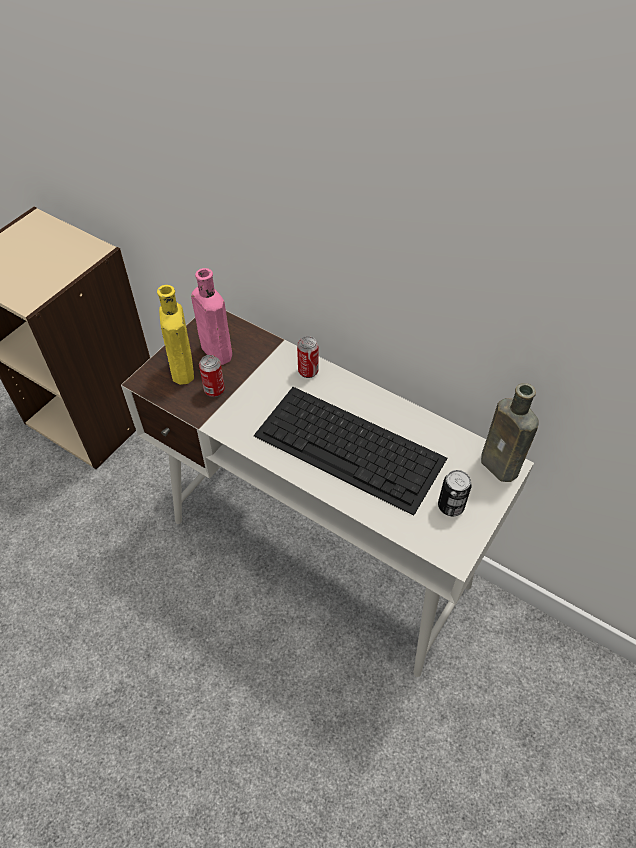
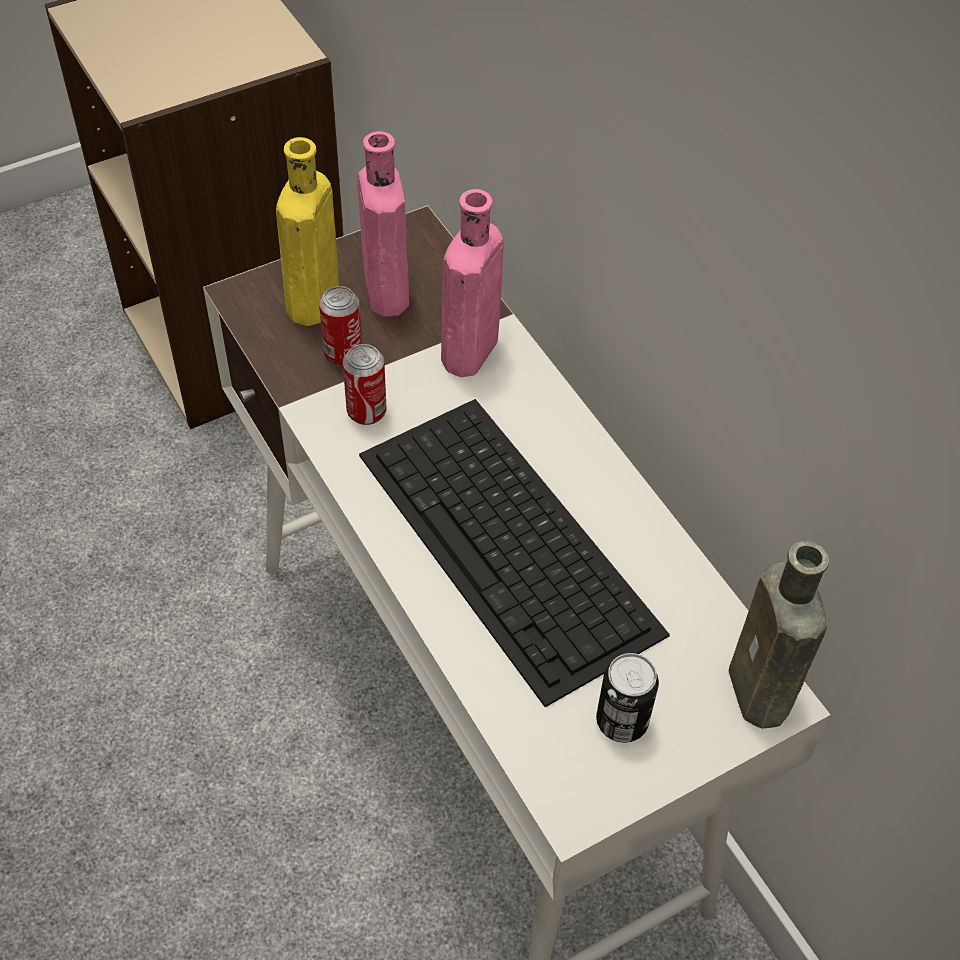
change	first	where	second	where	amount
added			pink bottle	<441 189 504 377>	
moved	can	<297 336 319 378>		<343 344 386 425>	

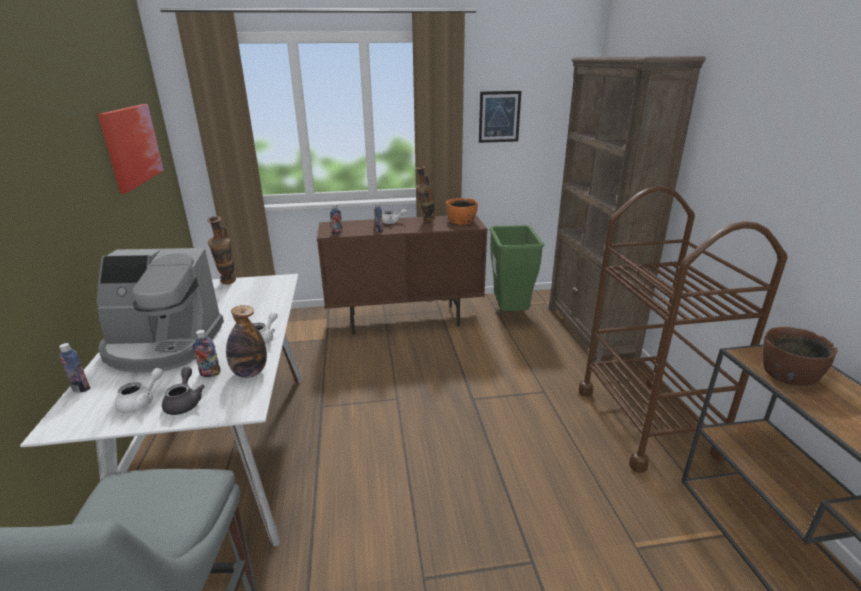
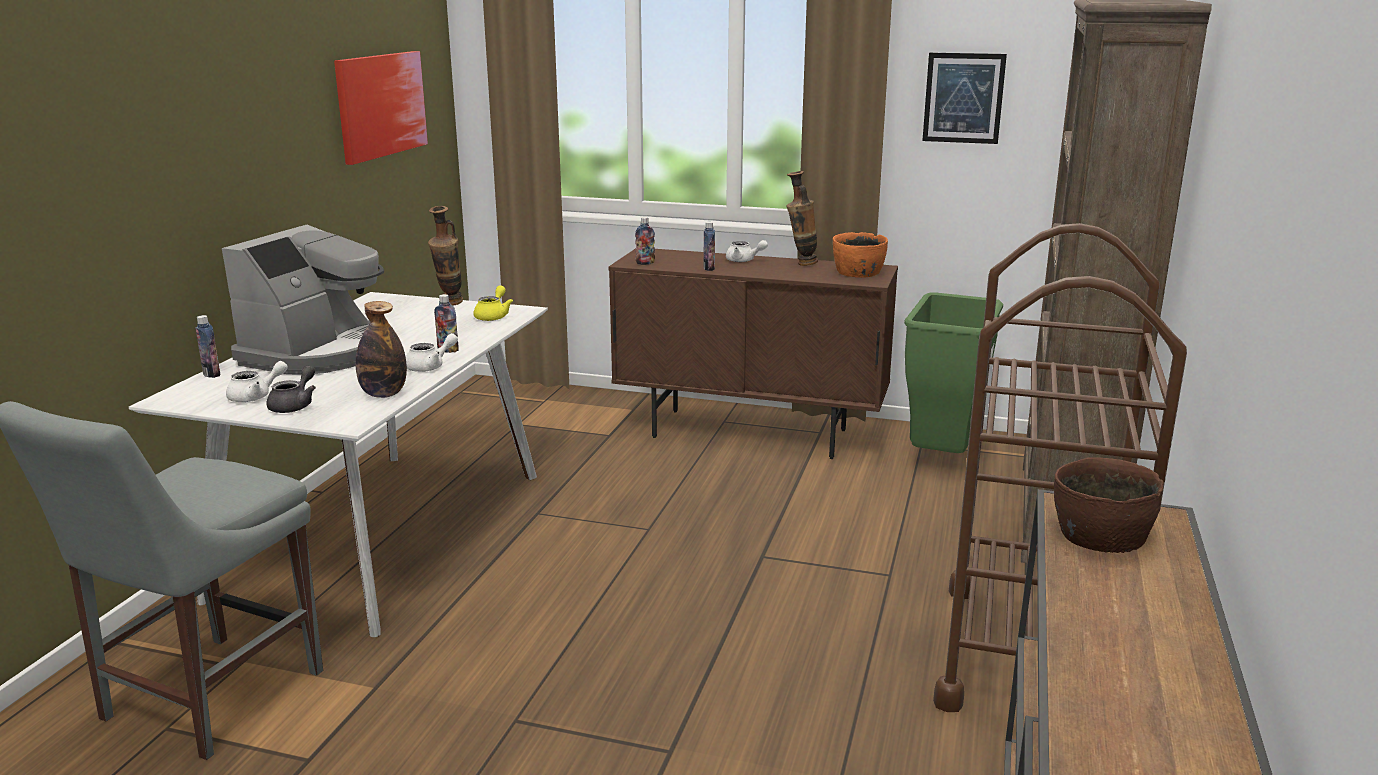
change	first	where	second	where	amount
added			yellow teapot	<474 285 513 321>	
moved	bottle	<193 330 220 377>		<434 294 459 353>	
turned	coffee machine	<97 248 224 373>		<222 225 384 374>	90 degrees counterclockwise

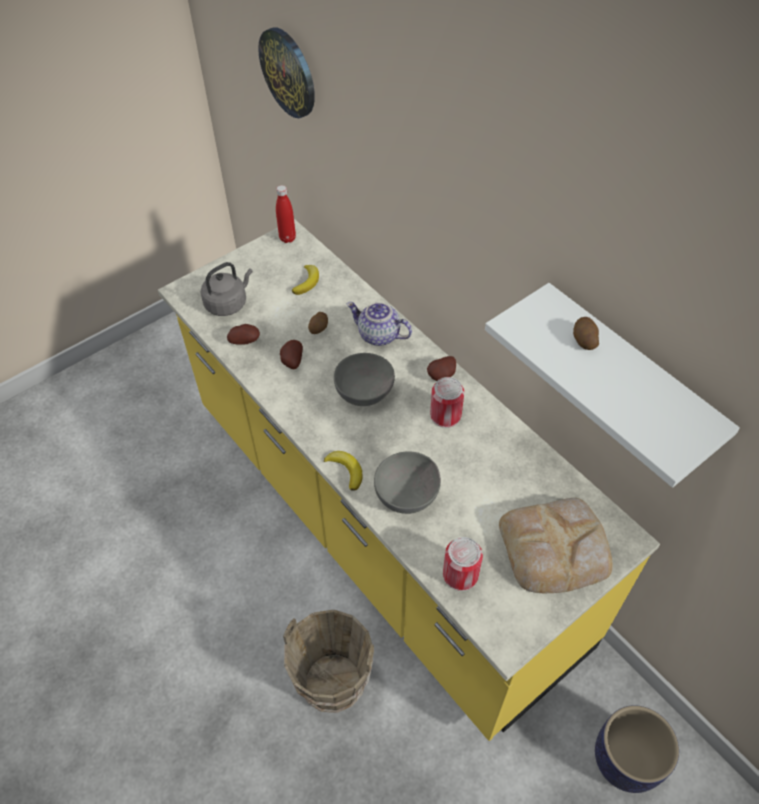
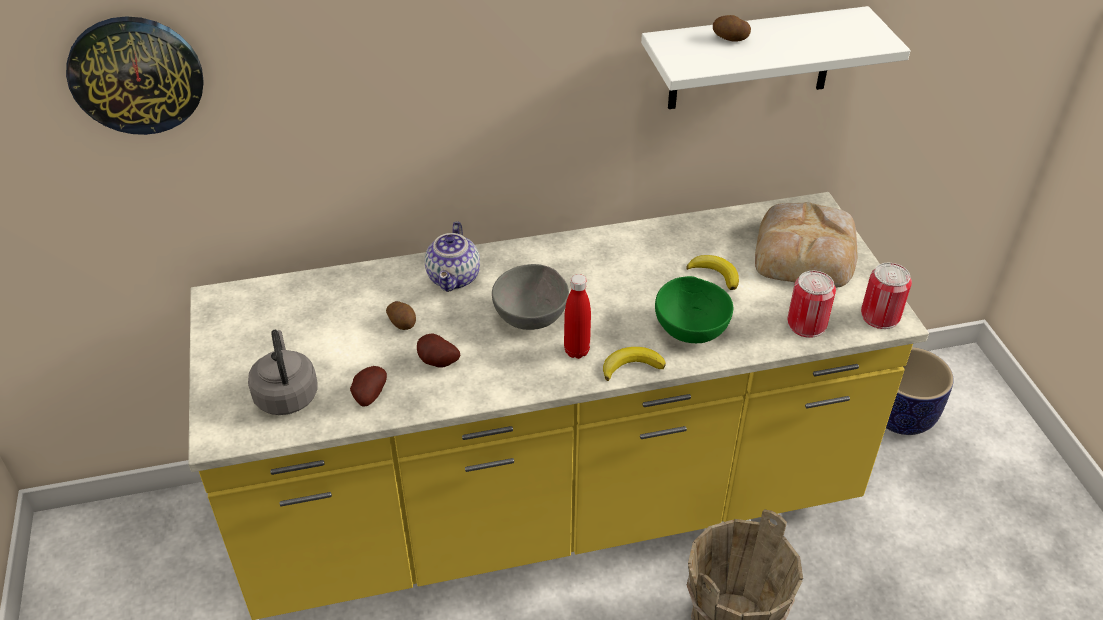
change	first	where	second	where	amount
removed	potato	<427 356 456 381>			
moved	red bottle	<276 185 296 243>		<564 274 591 359>	
moved	banana	<292 265 319 295>		<687 255 739 290>	
moved	can	<430 377 464 428>		<861 263 912 329>	
recoloured	grey bowl	<374 451 441 514>	green bowl	<655 276 733 343>	
turned	teapot	<347 302 412 346>		<425 221 480 292>	45 degrees counterclockwise

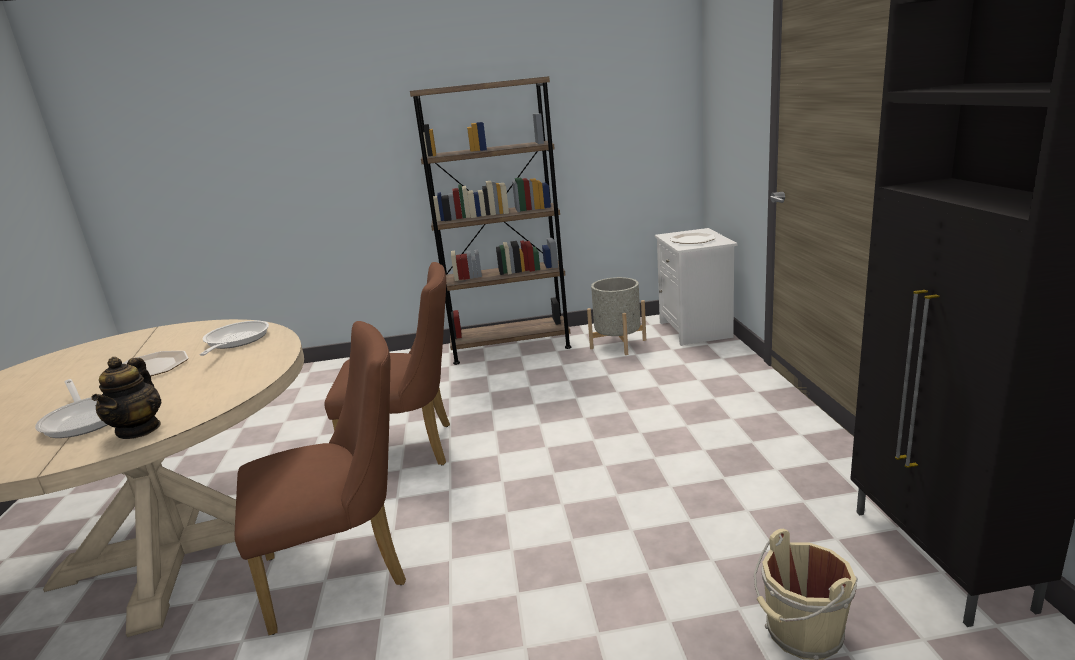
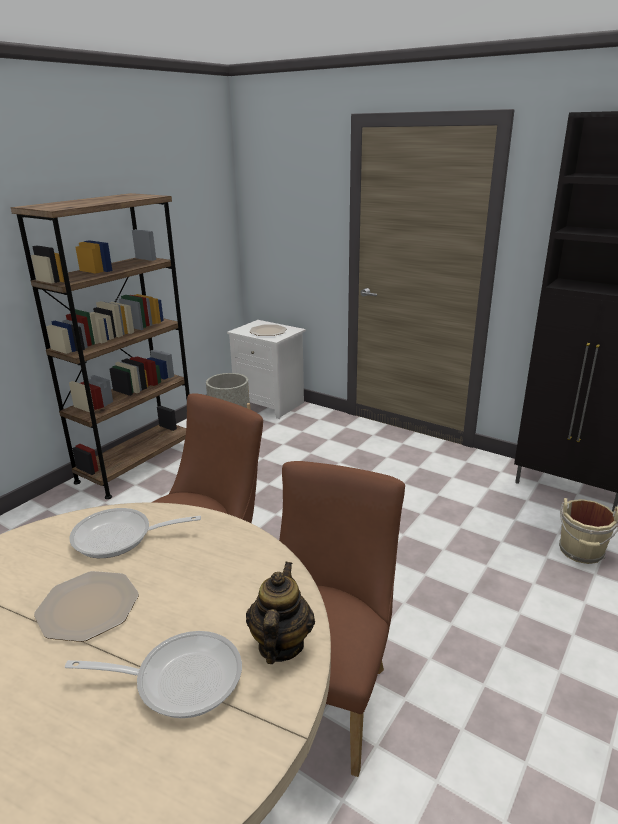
change	first	where	second	where	amount
turned	teapot	<92 357 161 439>		<246 562 315 664>	120 degrees counterclockwise
turned	frying pan	<200 321 269 356>		<69 508 201 558>	45 degrees counterclockwise

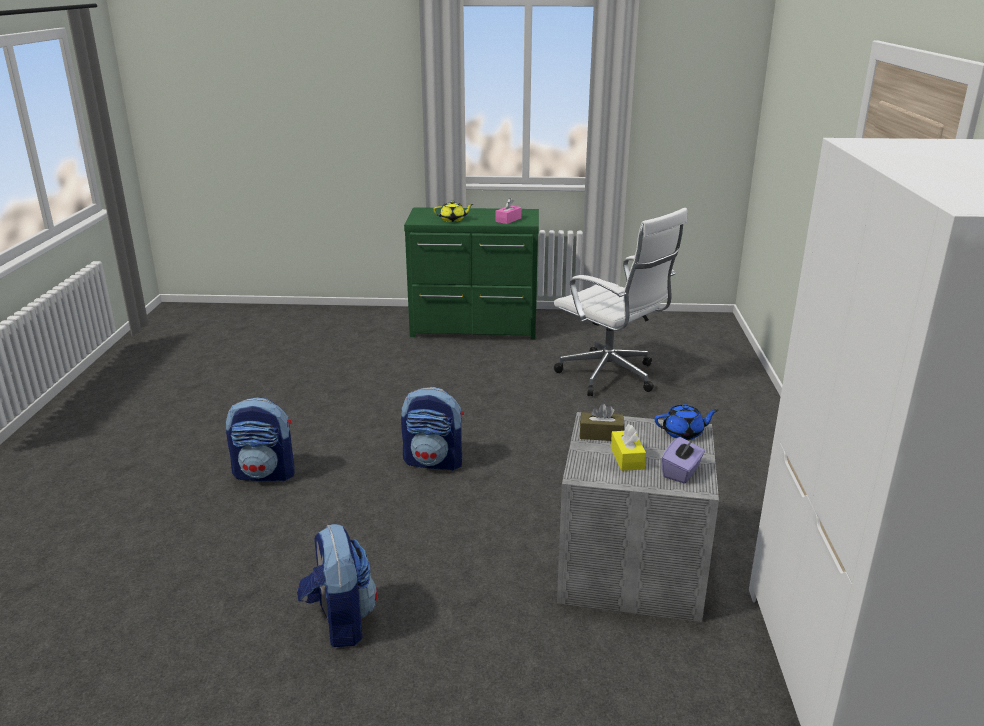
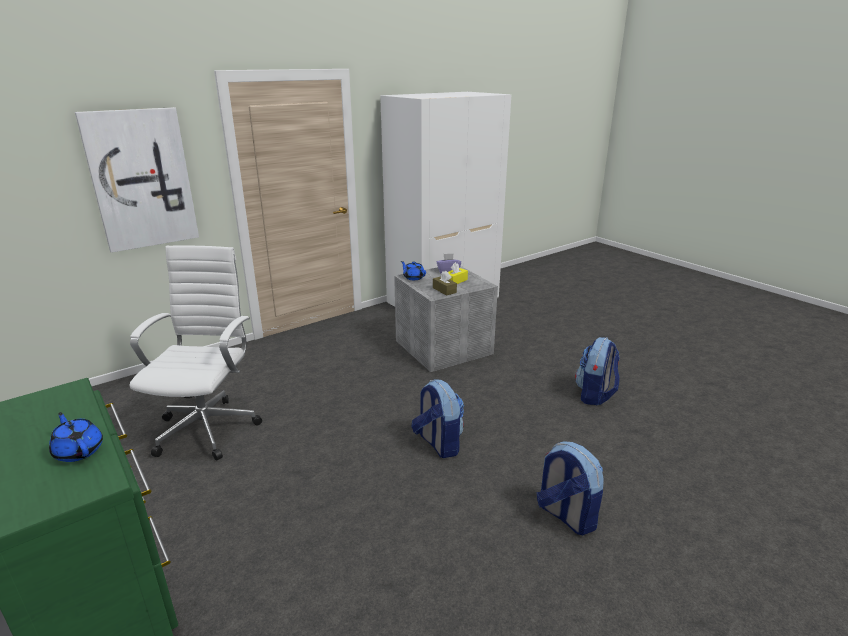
change	first	where	second	where	amount
removed	pink tissue box	<496 198 522 224>			
added			picture	<75 107 199 253>	
recoloured	yellow teapot	<433 200 474 222>	blue teapot	<49 412 103 462>	

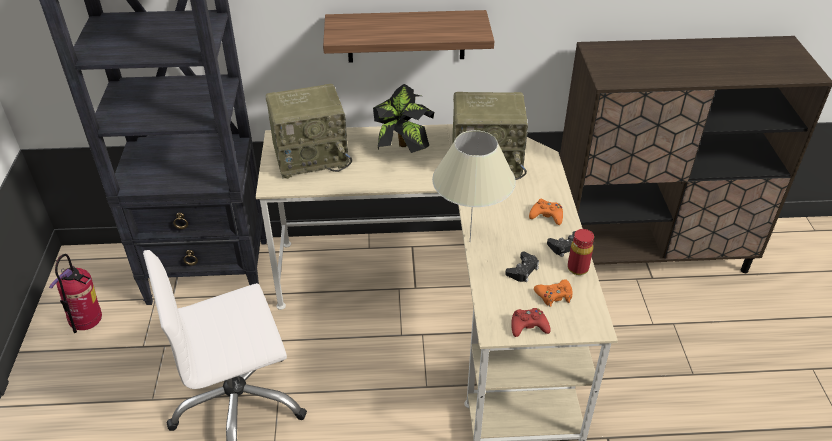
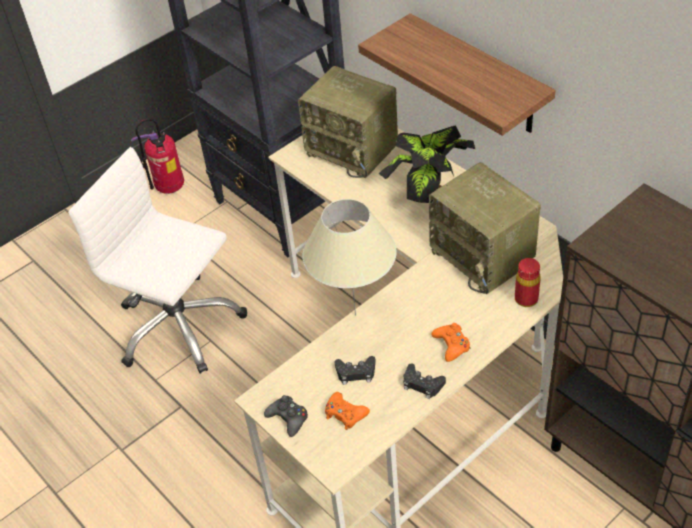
change	first	where	second	where	amount
moved	red bottle	<567 229 594 275>		<515 258 541 307>	
recoloured	red game controller	<511 308 551 337>	black game controller	<264 395 308 437>	

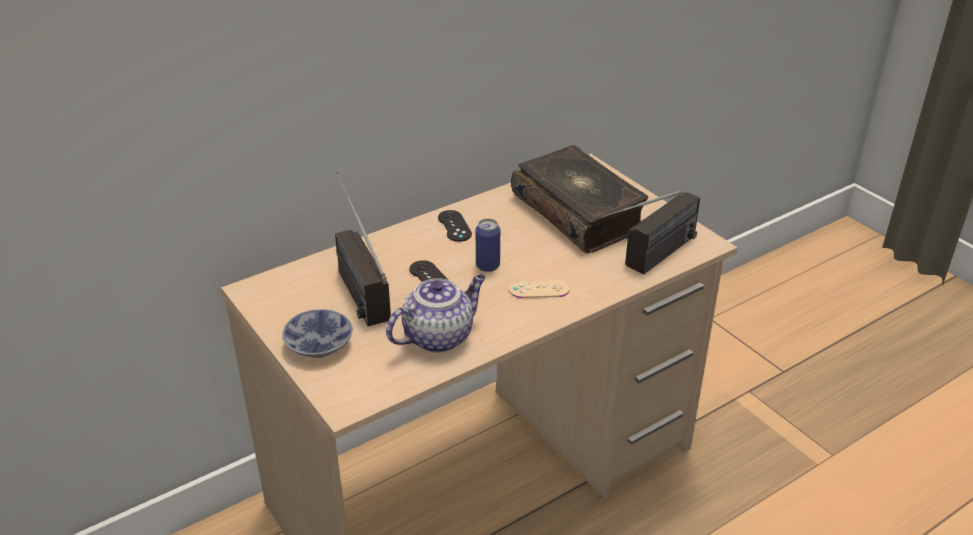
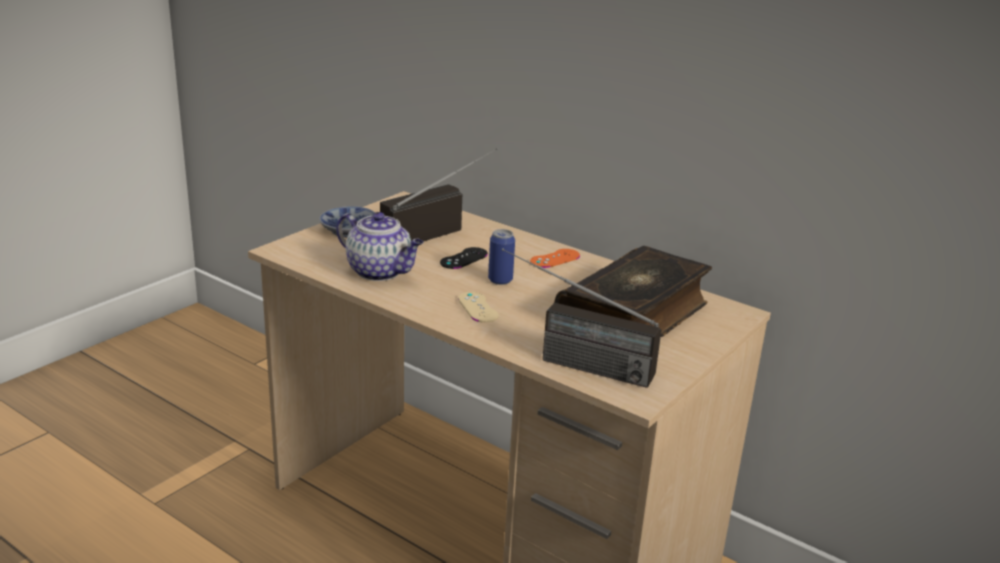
change	first	where	second	where	amount
recoloured	black game controller	<438 210 472 242>	orange game controller	<530 249 580 268>	

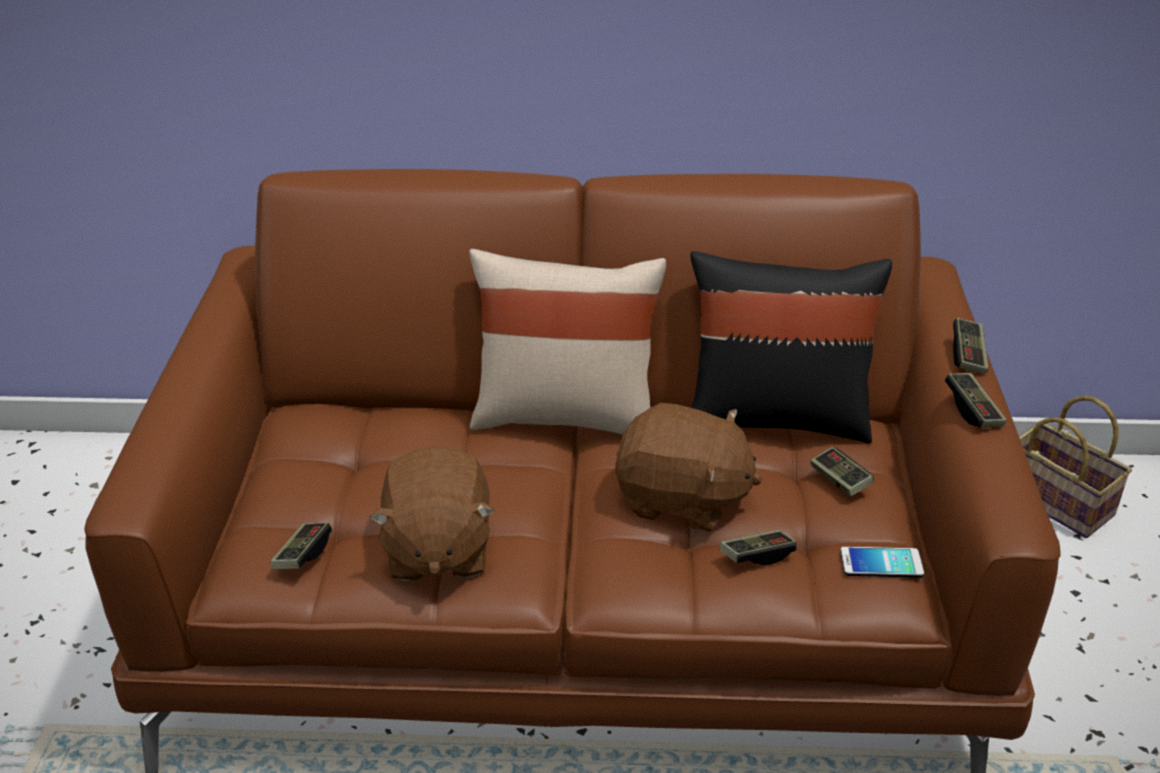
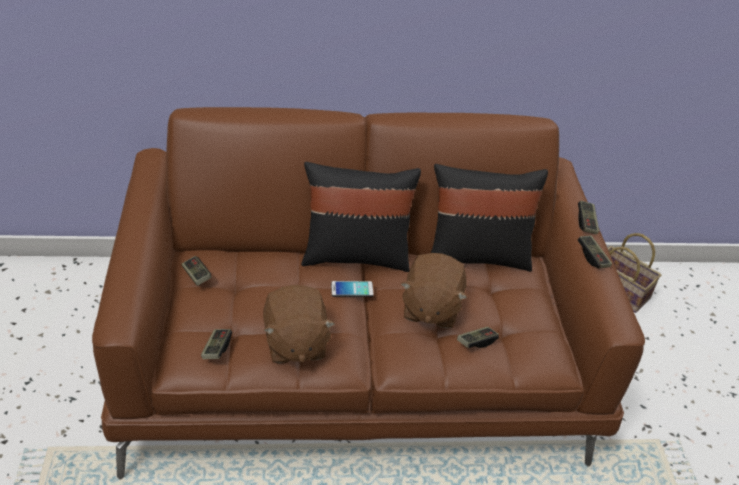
change	first	where	second	where	amount
moved	game controller	<810 447 874 496>		<181 256 212 286>	
moved	phone	<840 546 924 578>		<331 281 374 297>	
recoloured	beige pillow	<469 249 666 435>	black pillow	<301 162 421 272>	
turned	brown plush toy	<616 403 762 532>		<401 253 467 328>	90 degrees clockwise

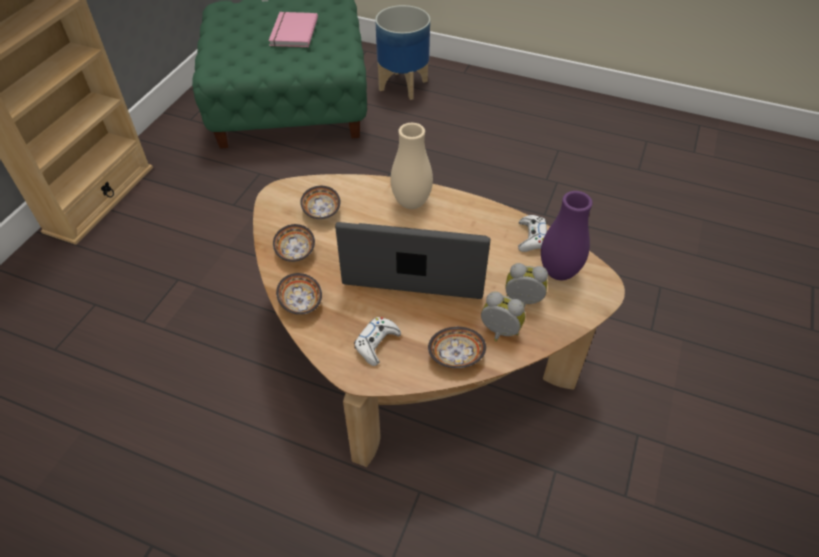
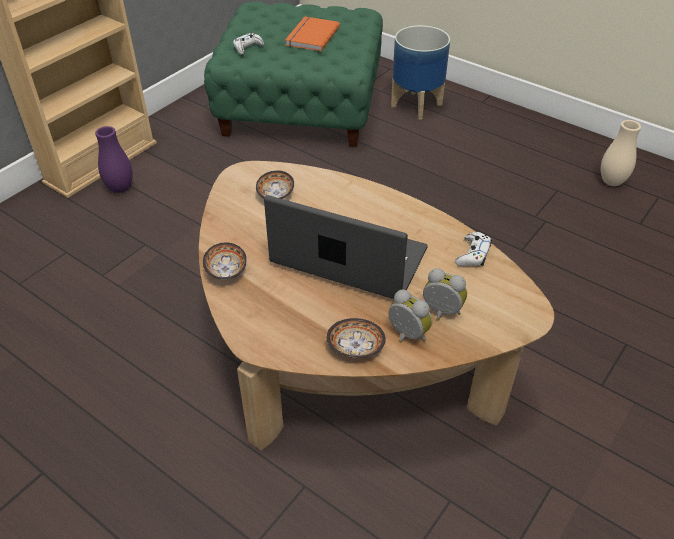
change	first	where	second	where	amount
removed	bowl	<273 224 315 262>			
moved	white game controller	<354 317 401 366>		<233 33 264 55>	
moved	beige vase	<390 123 433 209>		<601 120 641 186>	
moved	purple vase	<541 191 593 280>		<95 126 133 193>	
recoloured	pink book	<269 12 318 47>	orange book	<285 17 340 51>	

